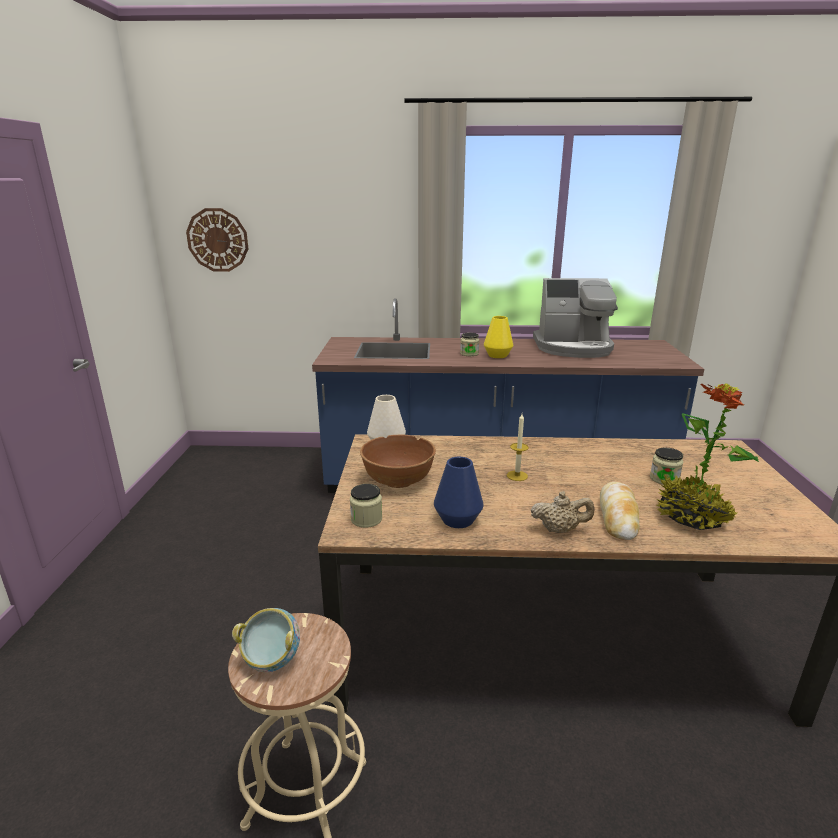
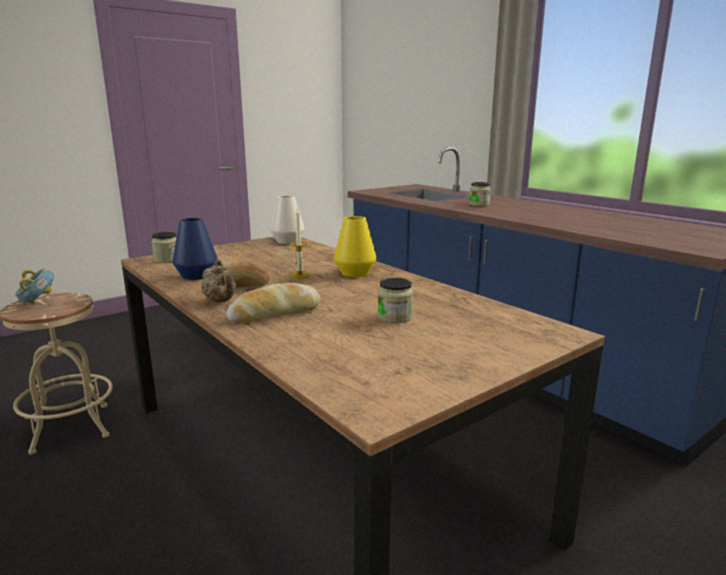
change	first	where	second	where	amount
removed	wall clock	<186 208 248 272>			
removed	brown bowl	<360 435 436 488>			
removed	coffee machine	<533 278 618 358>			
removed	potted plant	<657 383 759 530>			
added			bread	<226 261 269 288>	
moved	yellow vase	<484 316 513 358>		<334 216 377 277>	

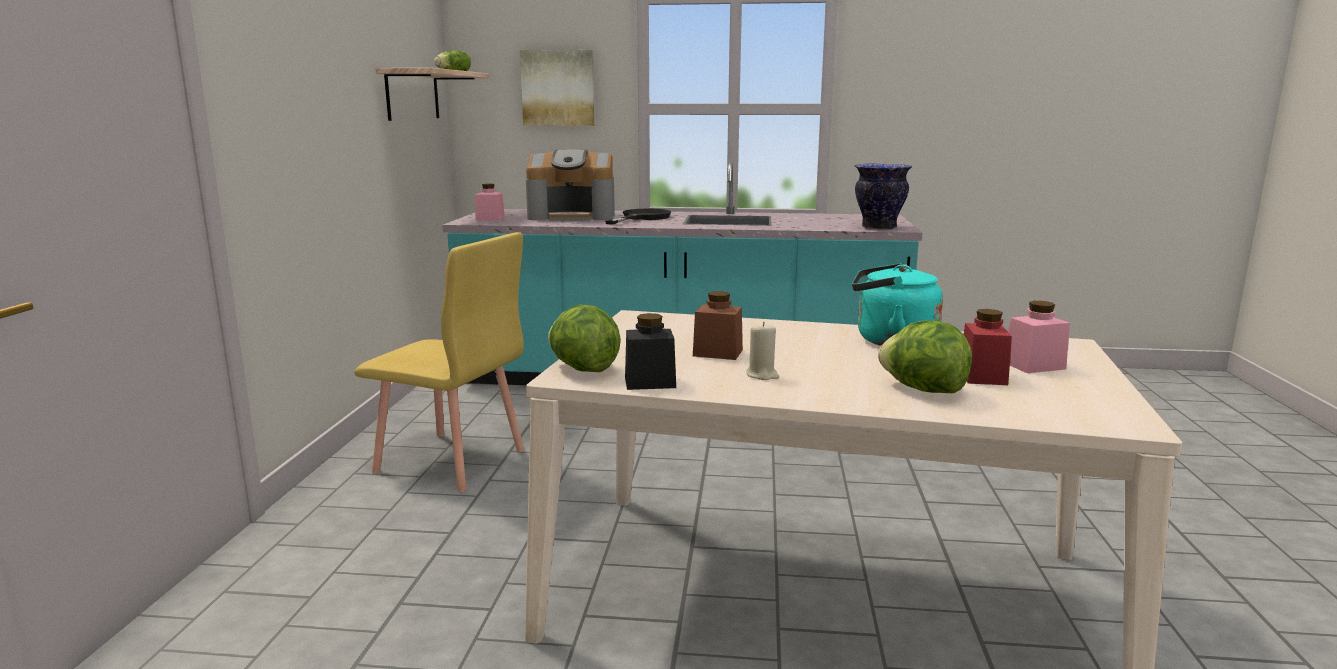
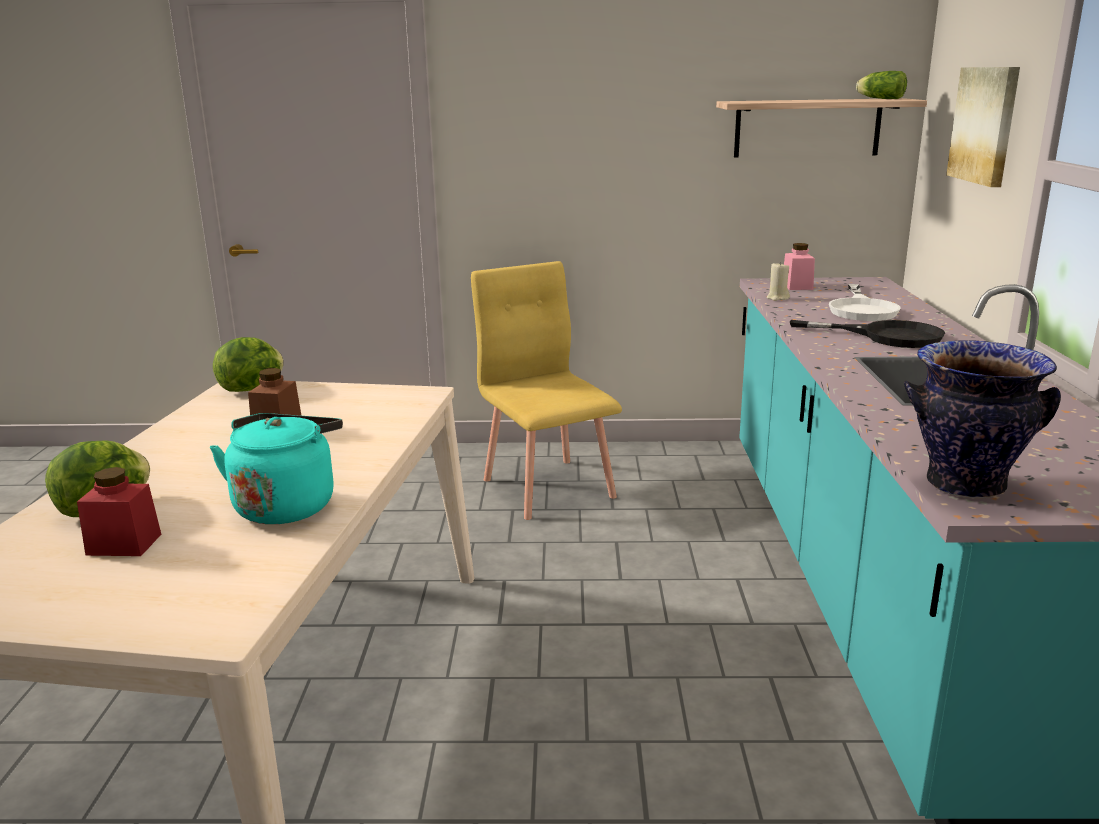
change	first	where	second	where	amount
removed	black jar	<625 313 676 390>			
removed	pink jar	<1008 301 1070 373>			
moved	beige candle	<746 322 779 380>		<767 262 790 301>	
replaced	coffee machine	<526 149 615 221>	white frying pan	<829 284 900 321>	
turned	yellow chair	<354 232 524 492>		<471 261 622 520>	135 degrees clockwise

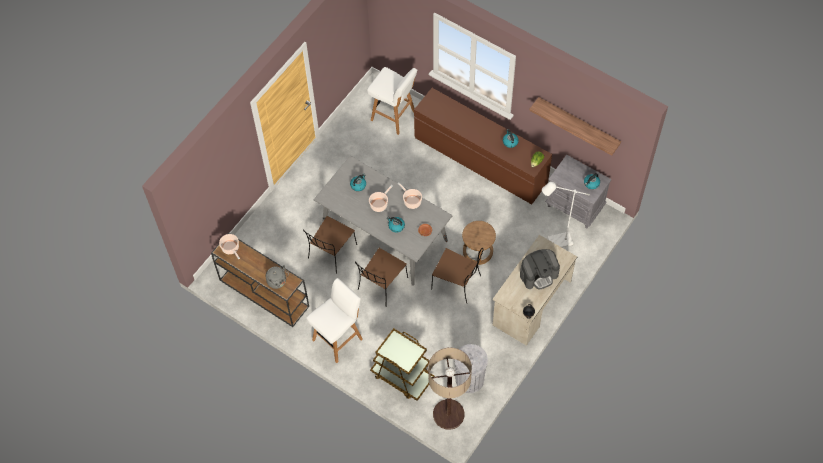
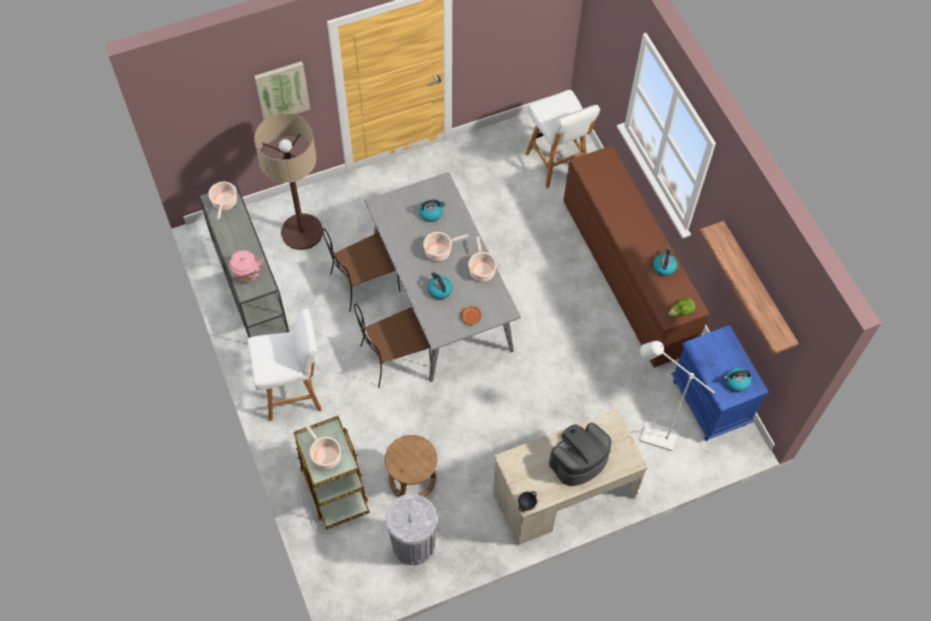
change	first	where	second	where	amount
removed	brown chair	<431 248 483 304>			
added			picture	<255 61 310 120>	
added			cooking pot	<305 424 341 470>	
moved	floor lamp	<428 347 472 430>		<254 113 323 250>	
moved	brown stool	<462 221 496 265>		<385 435 437 497>	
recoloured	brown console table	<211 233 309 327>	grey console table	<198 183 289 338>	
recoloured	grey kettle	<266 265 289 289>	pink kettle	<229 250 264 283>	
recoloured	grey nightstand	<545 155 611 228>	blue nightstand	<671 325 769 441>	
turned	coffee machine	<520 249 560 289>		<549 423 611 486>	135 degrees clockwise

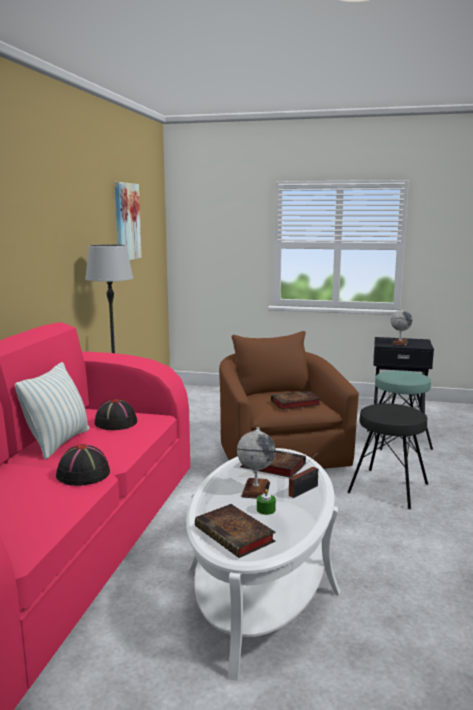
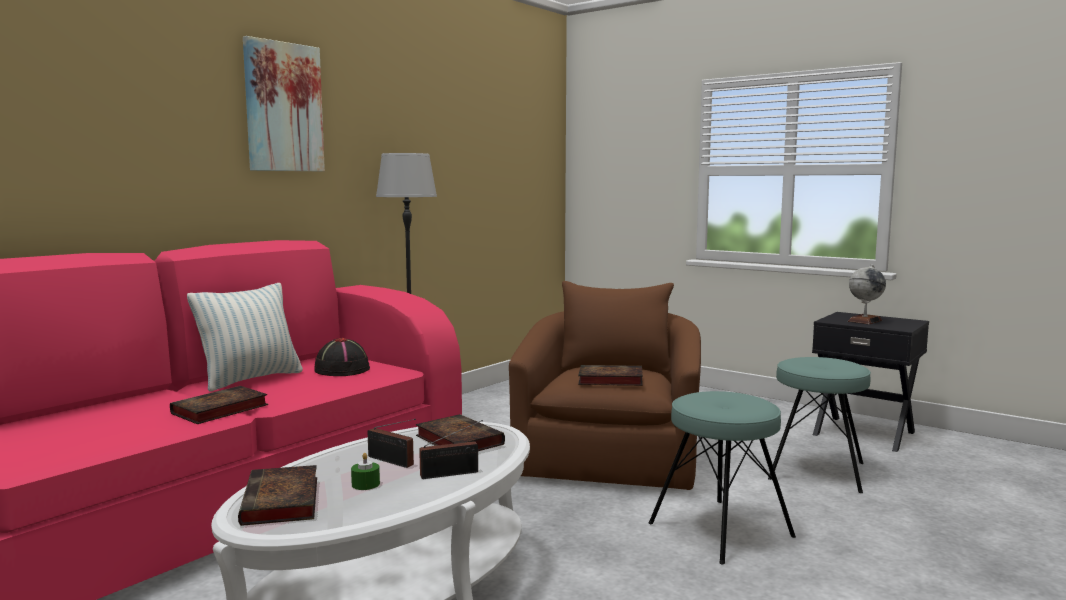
change	first	where	second	where	amount
moved	picture	<114 182 142 260>		<243 36 325 172>	
replaced	black hat	<56 444 110 486>	book	<170 386 268 424>	
replaced	globe	<237 427 276 499>	radio	<367 419 416 468>	
recoloured	black stool	<347 403 428 509>	turquoise stool	<649 391 796 564>	

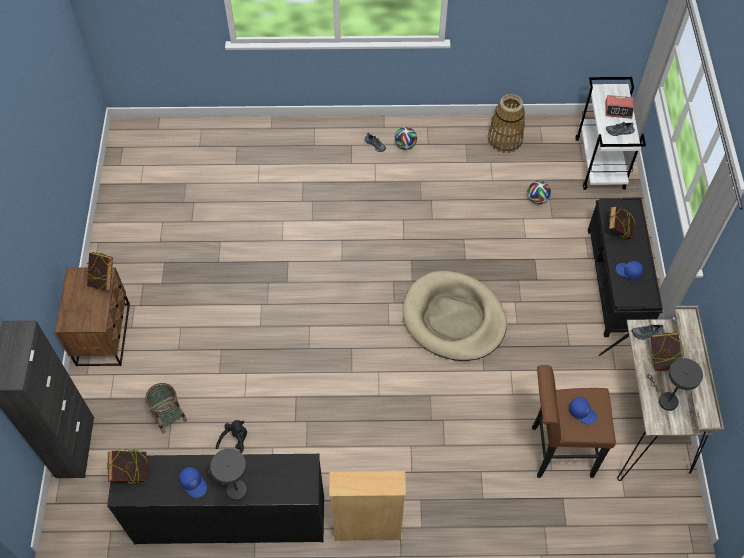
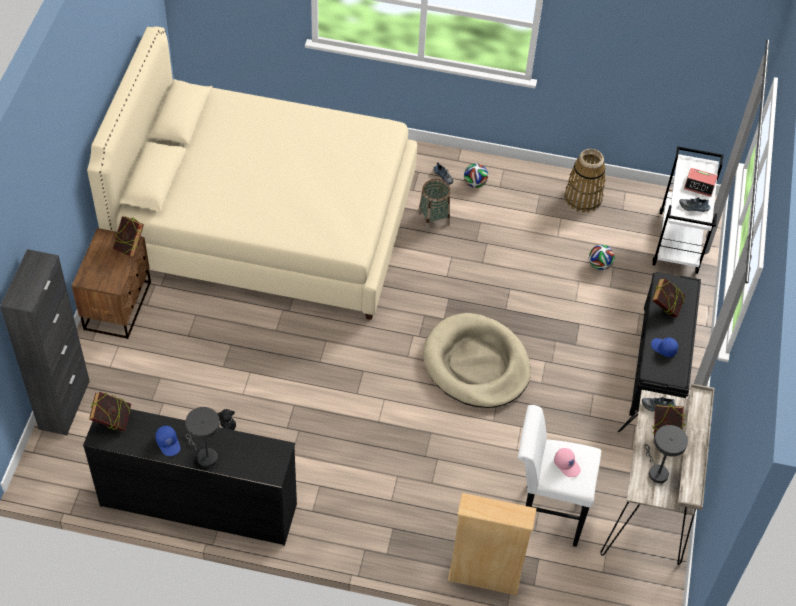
change	first	where	second	where	amount
added			beige bed	<87 26 417 320>	
moved	basket	<145 383 187 434>		<418 179 451 231>	
moved	beige bookcase	<329 471 406 541>		<448 493 537 595>	
recoloured	brown stool	<532 365 616 478>	white stool	<518 405 601 547>	
recoloured	blue cap	<569 397 597 425>	pink cap	<554 448 581 477>	

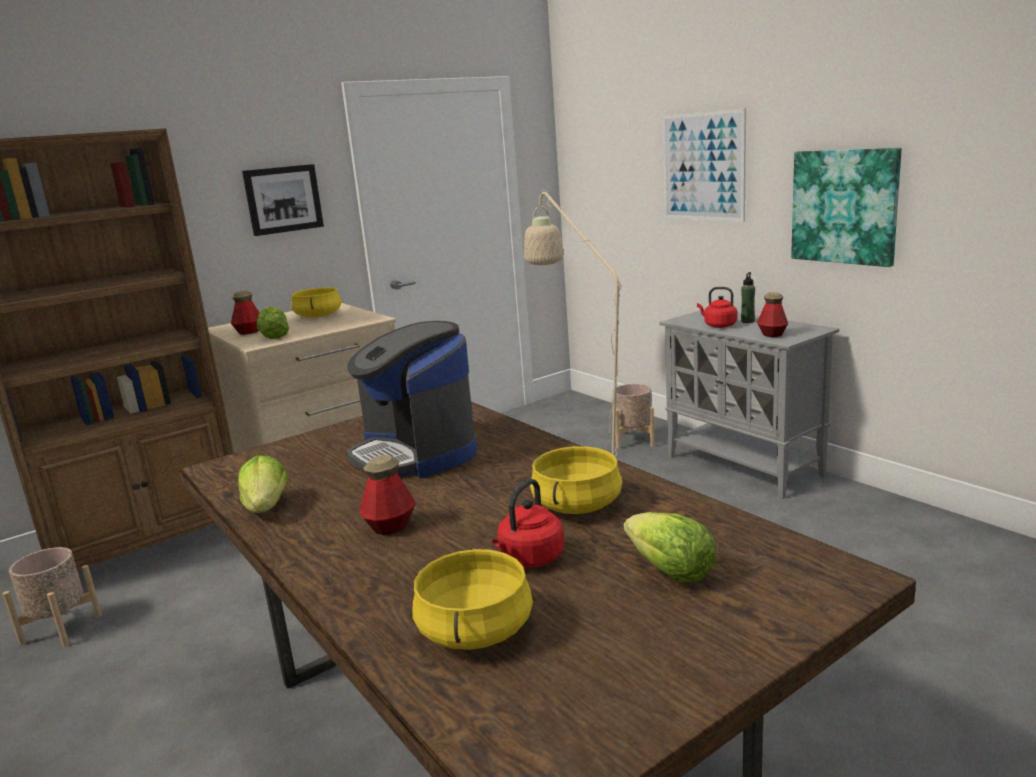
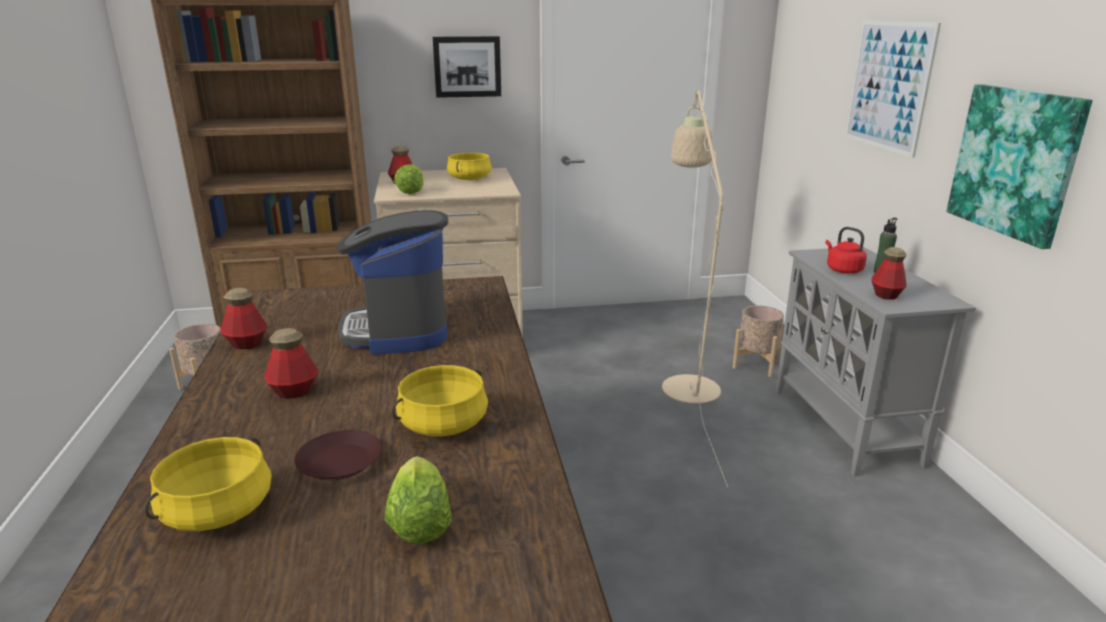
change	first	where	second	where	amount
replaced	lettuce	<238 456 288 513>	bottle	<220 288 267 349>	
replaced	red kettle	<492 479 564 568>	brown plate	<294 430 381 480>	

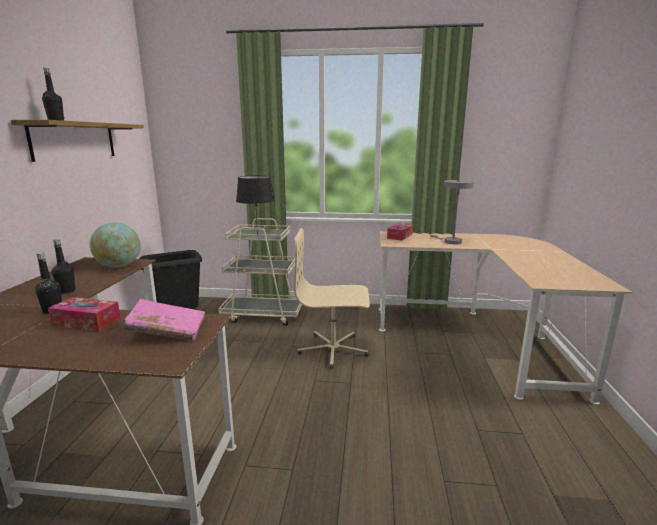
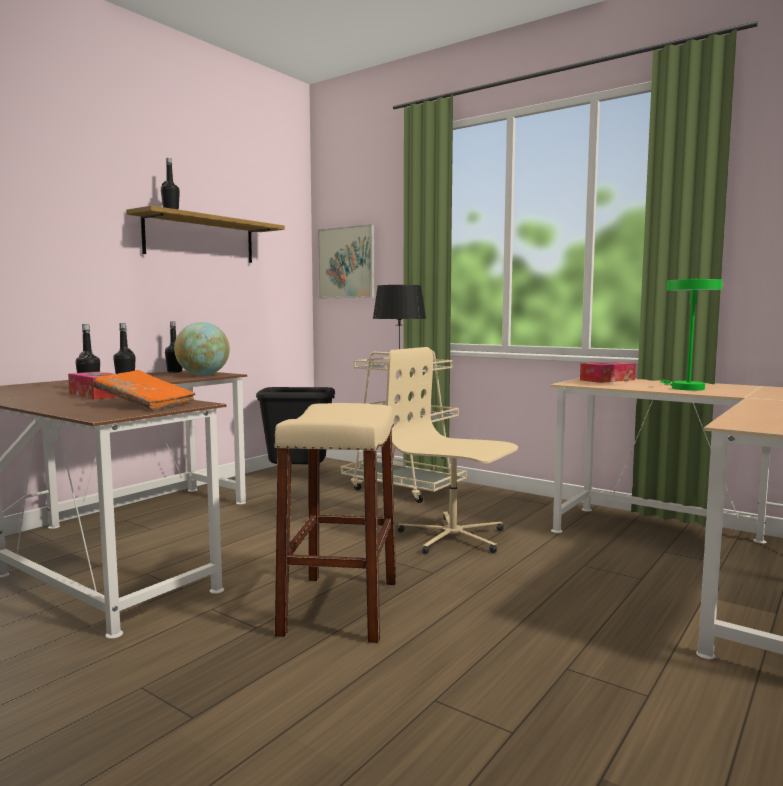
change	first	where	second	where	amount
added			black bottle	<165 322 182 373>	
added			beige stool	<274 403 396 643>	
added			picture	<318 224 374 298>	
recoloured	pink book	<123 299 205 341>	orange book	<93 370 195 411>	
recoloured	grey table lamp	<430 180 474 244>	green table lamp	<659 278 723 391>	

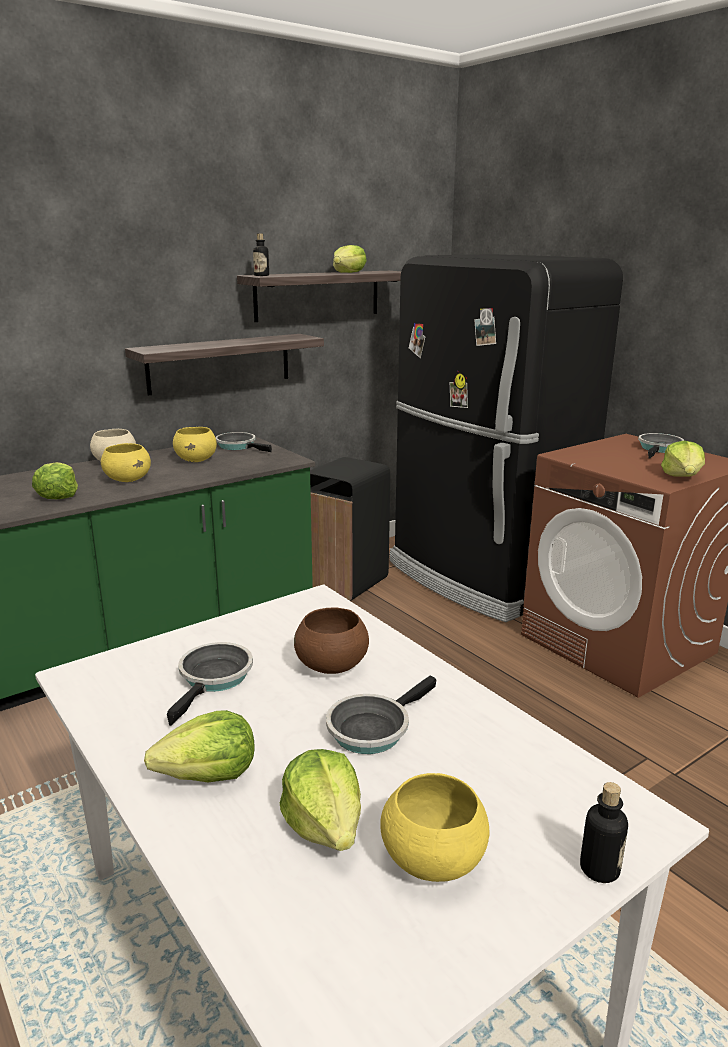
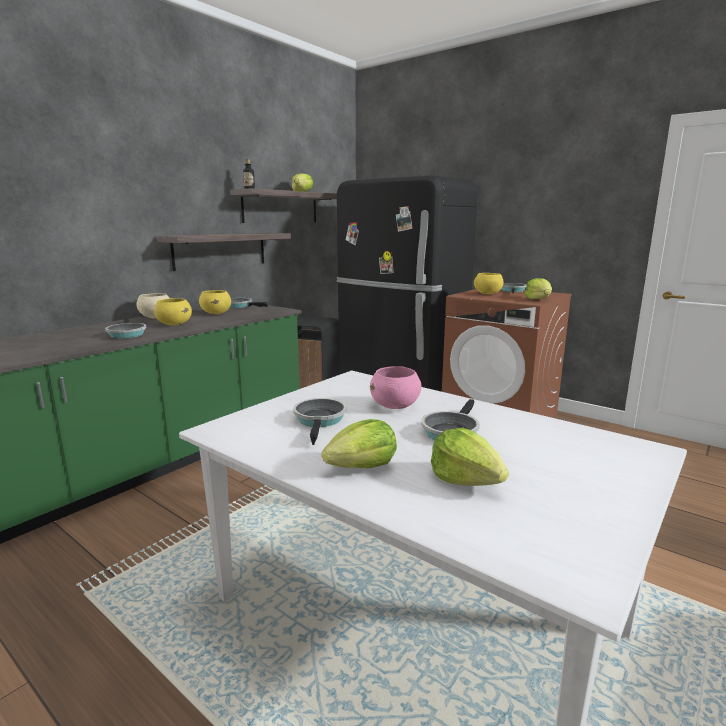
change	first	where	second	where	amount
removed	bottle	<580 782 628 883>			
moved	yellow bowl	<380 773 489 882>		<474 273 504 294>	
replaced	lettuce	<32 462 78 499>	frying pan	<105 318 146 339>	
recoloured	brown bowl	<294 607 369 674>	pink bowl	<370 366 422 409>	

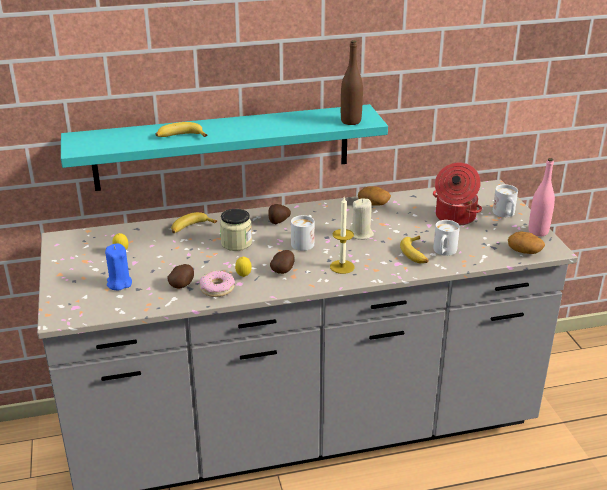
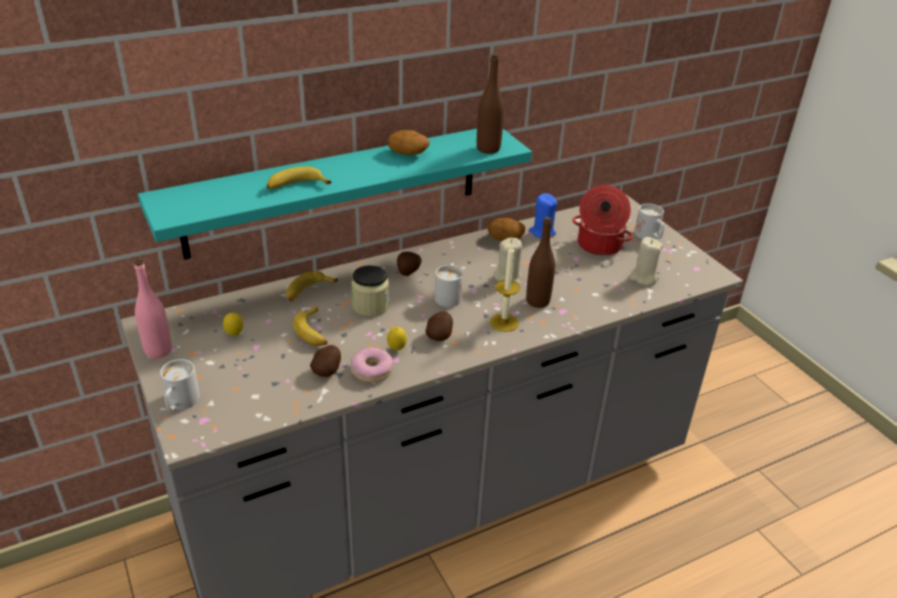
change	first	where	second	where	amount
added			brown bottle	<526 217 555 308>	
added			beige candle	<630 237 663 285>	
moved	blue candle	<105 244 132 290>		<529 193 557 238>	
moved	banana	<400 236 429 263>		<293 307 328 346>	
moved	white mug	<433 220 460 256>		<160 359 200 411>	
moved	potato	<508 232 545 254>		<388 130 430 155>	
moved	pink bottle	<528 158 555 236>		<134 260 172 358>	

